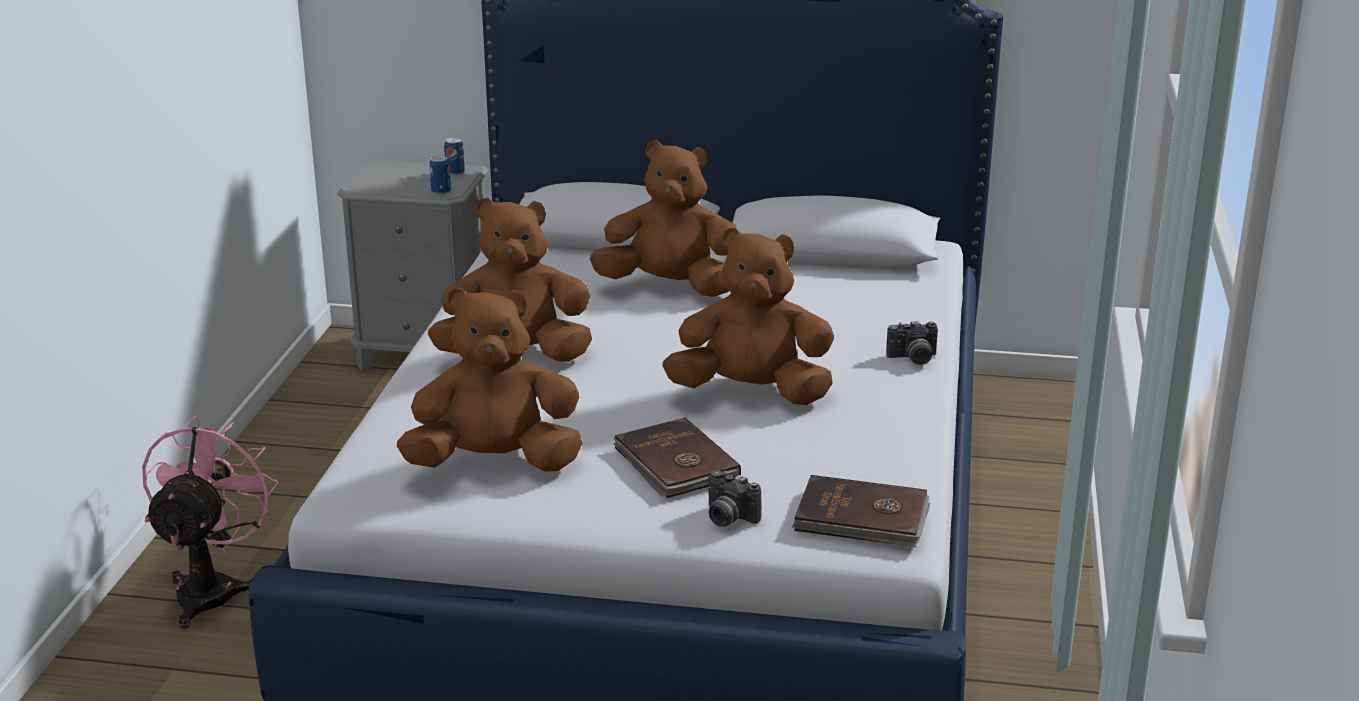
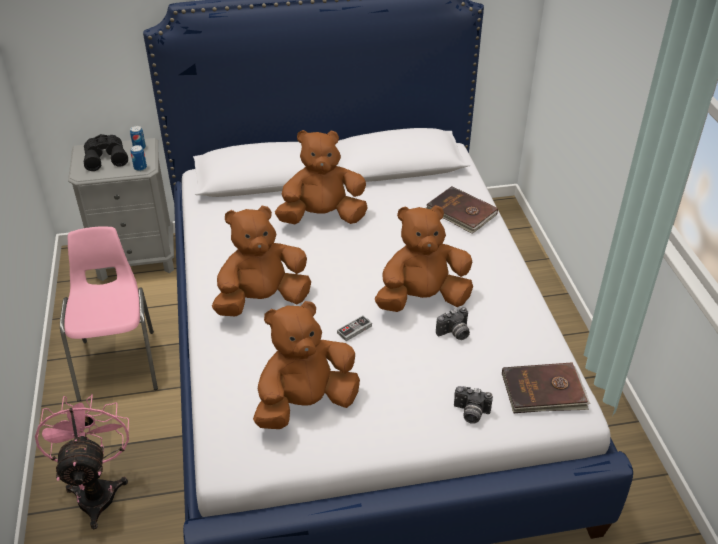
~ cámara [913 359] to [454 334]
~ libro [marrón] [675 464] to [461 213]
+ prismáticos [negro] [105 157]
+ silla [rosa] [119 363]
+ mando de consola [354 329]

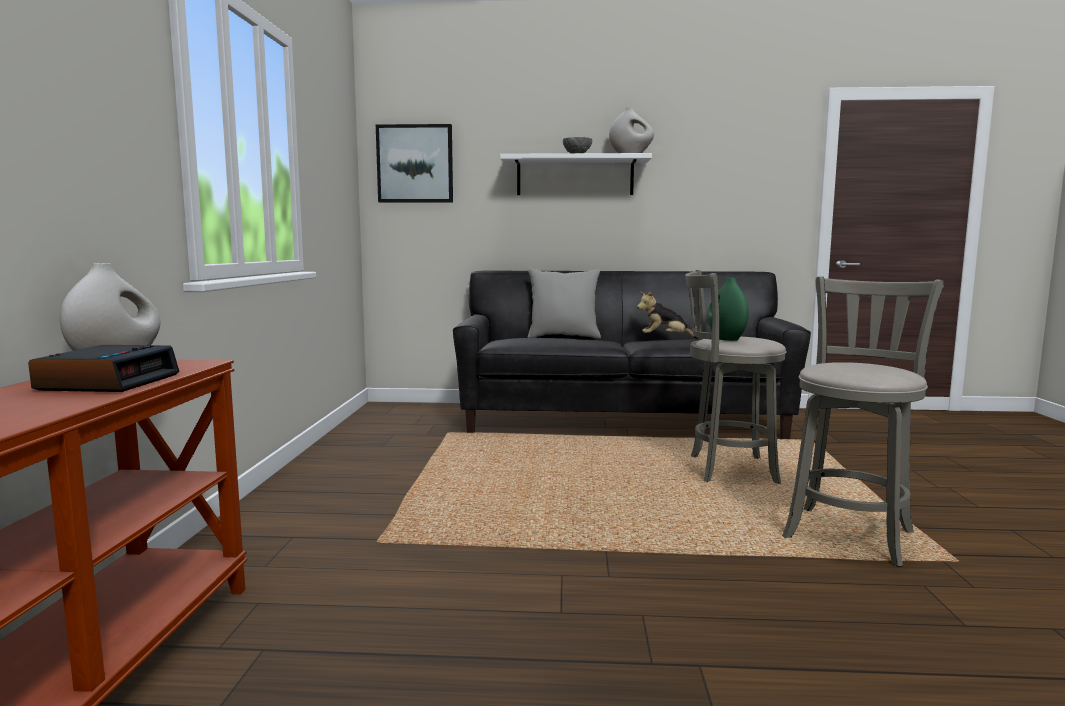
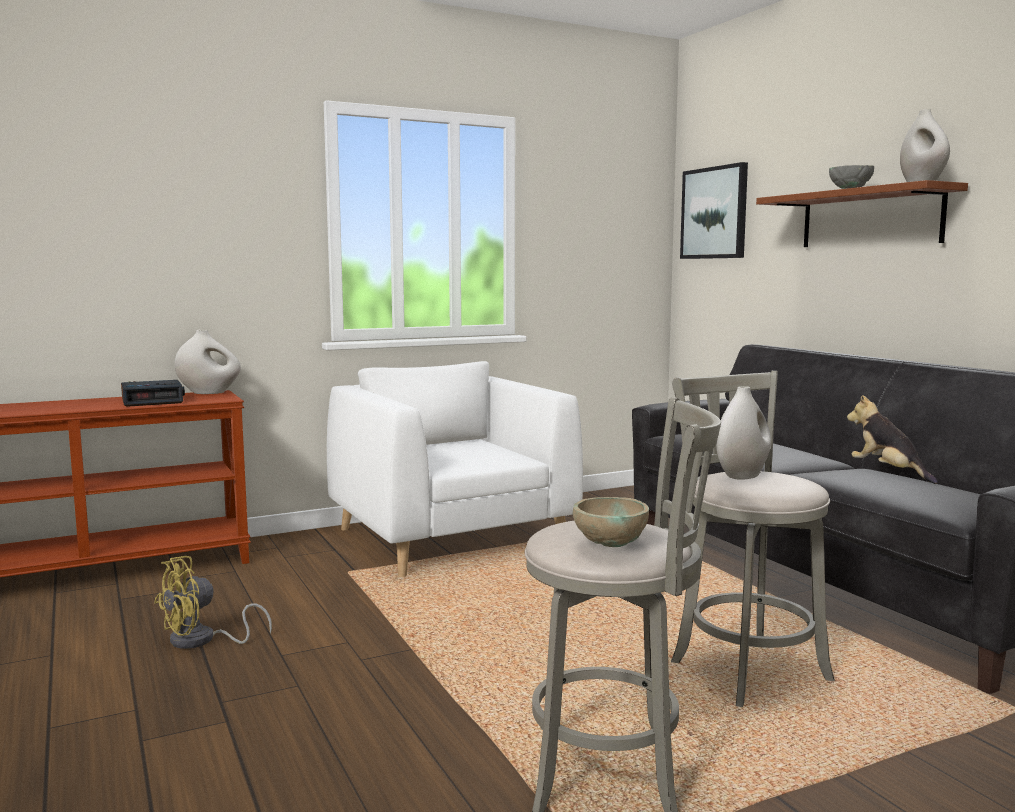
~ estante [blanco] [575 176] to estante [marrón] [870 218]
- cojín [gris] [563 337]
~ florero [verde] [726 339] to florero [blanco] [742 475]
+ sillón [blanco] [451 538]
+ cuenco [beis] [609 545]
+ ventilador [amarillo] [202 641]

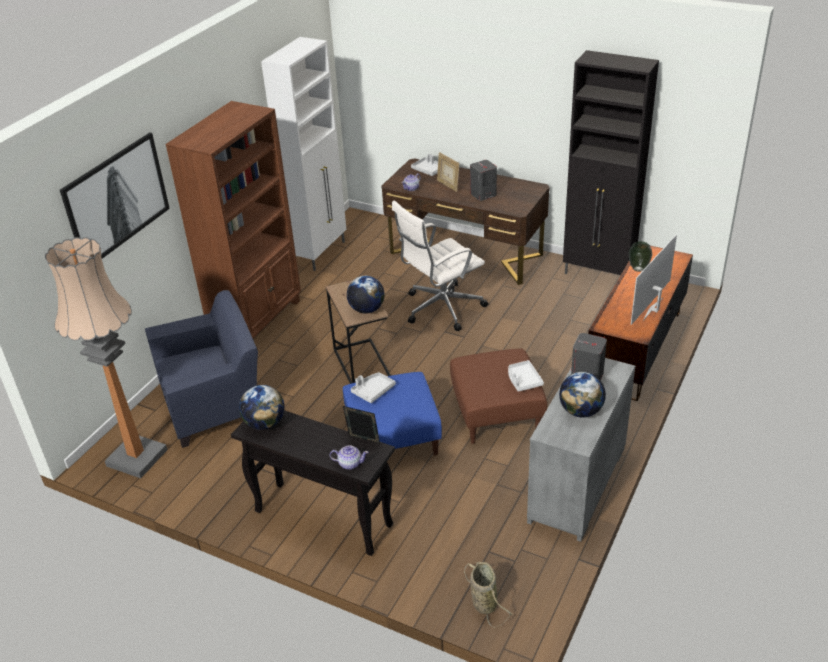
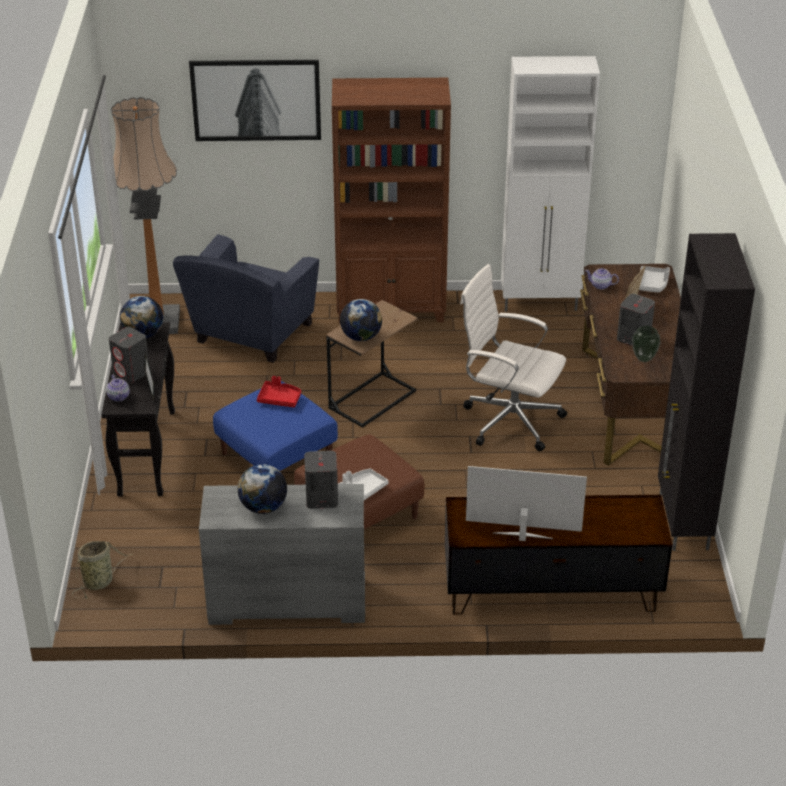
~ florero [638 269] to [643 359]
~ sillón [azul] [215 406] = [250 335] 75 degrees clockwise
~ bandeja [gris] [373 391] to bandeja [rojo] [279 399]
+ altavoz [gris] [131 372]

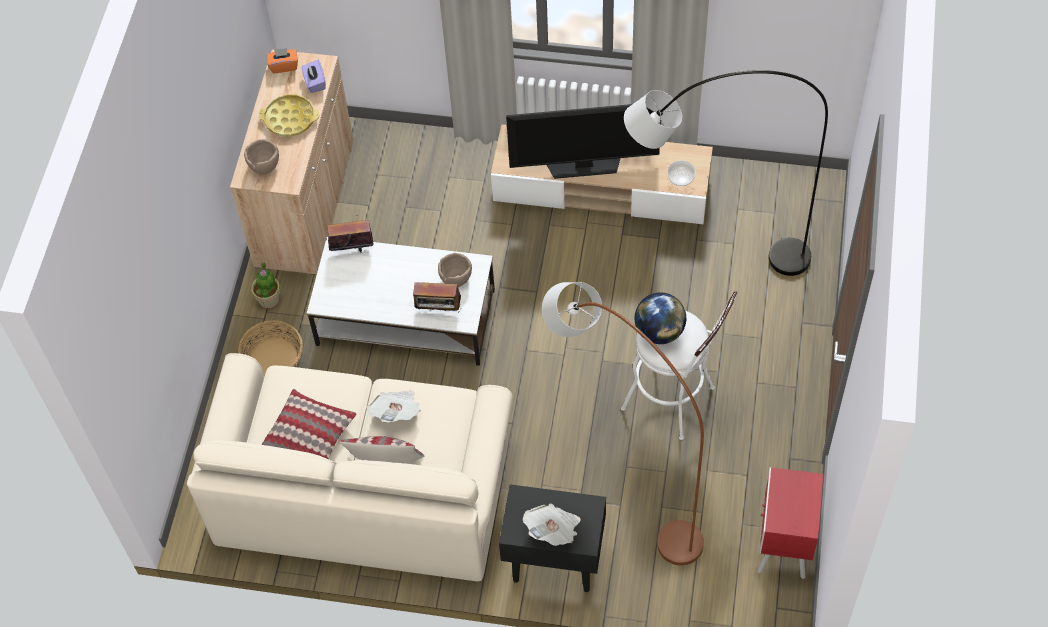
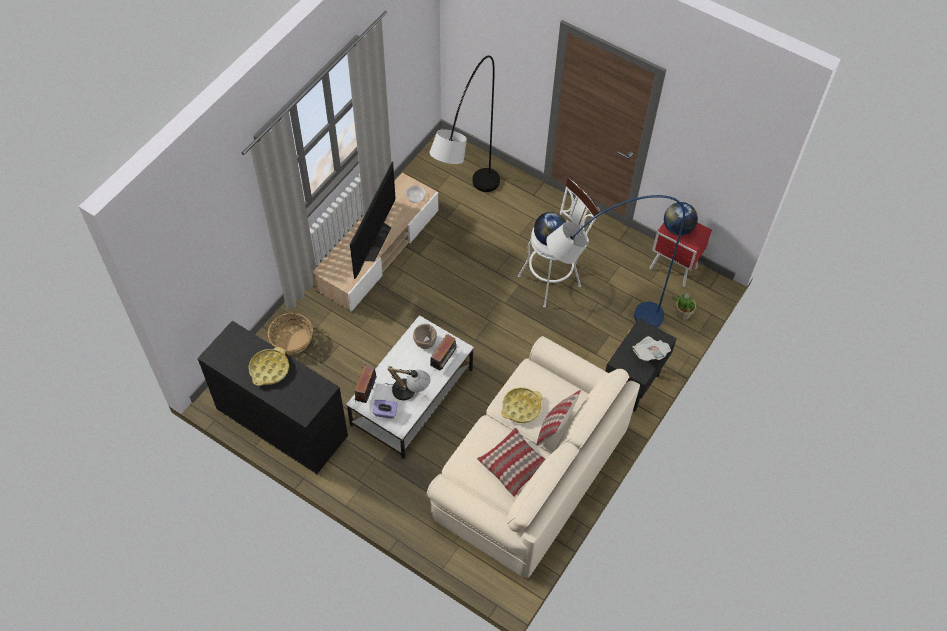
- caja de pañuelos [naranja] [284 66]
~ armario [beis] [305 204] to armario [negro] [282 423]
~ caja de pañuelos [morado] [315 82] to [385 413]
- cuenco [marrón] [264 165]
~ planta en maceta [269 299] to [683 313]
~ lámpara de pie [marrón] [620 485] to lámpara de pie [azul] [596 329]
~ cesta [273 358] to [291 340]
~ periódico [396 412] to bandeja [amarillo] [521 407]
+ globo terráqueo [677 228]
+ lámpara de mesa [410 392]

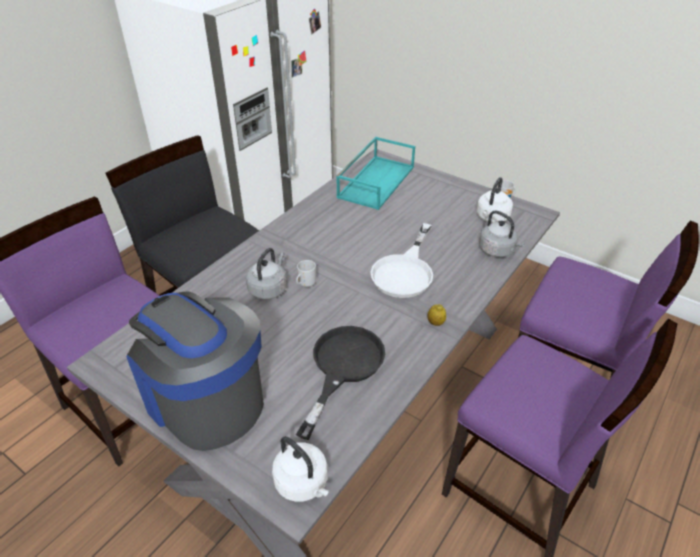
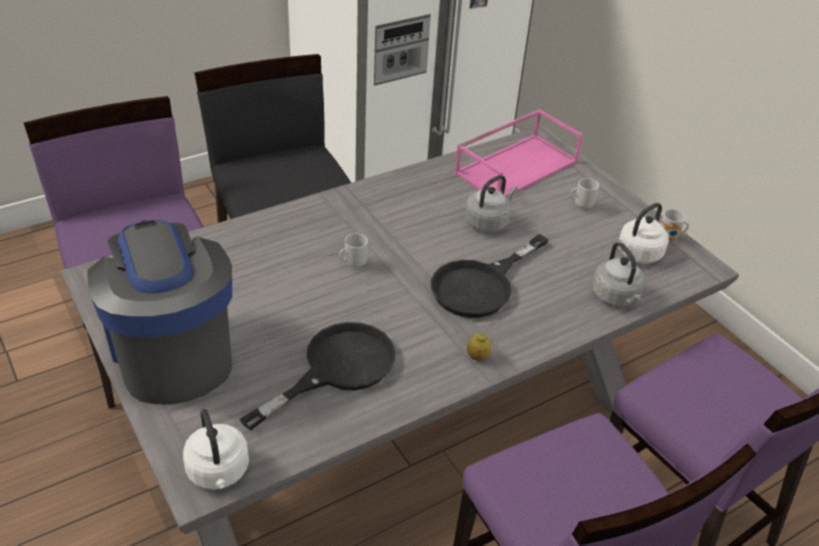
~ bandeja [turquesa] [376 181] to bandeja [rosa] [516 166]
~ sartén [blanco] [405 271] to sartén [negro] [481 285]
~ hervidor [gris] [269 288] to [488 222]
+ taza grande [581 205]

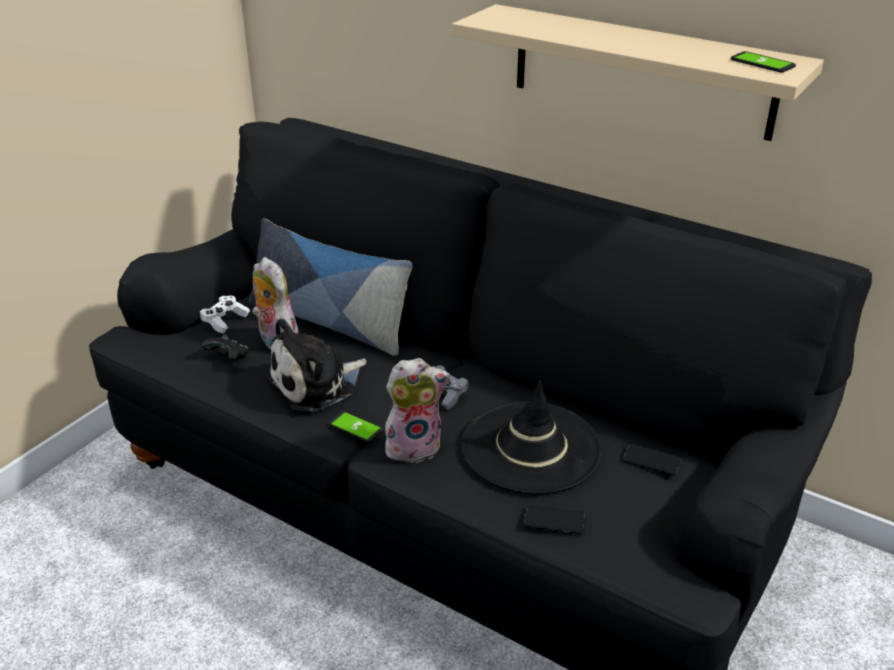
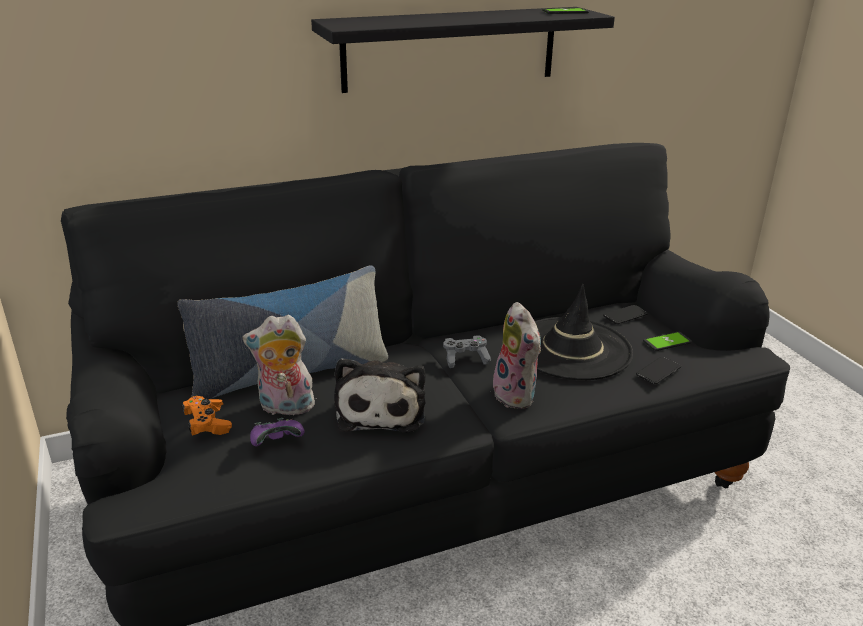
~ estante [beis] [641 71] to estante [negro] [451 48]
~ mando de consola [blanco] [225 320] to mando de consola [naranja] [207 424]
~ mando de consola [negro] [229 358] to mando de consola [morado] [277 442]
~ peluche [414 446] = [517 395] 135 degrees clockwise
~ móvil [355 427] to [667 342]

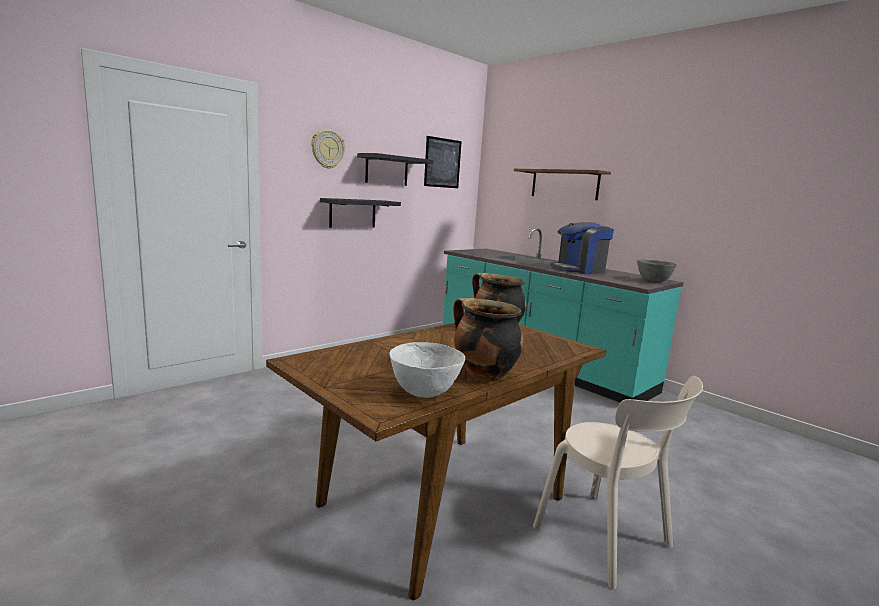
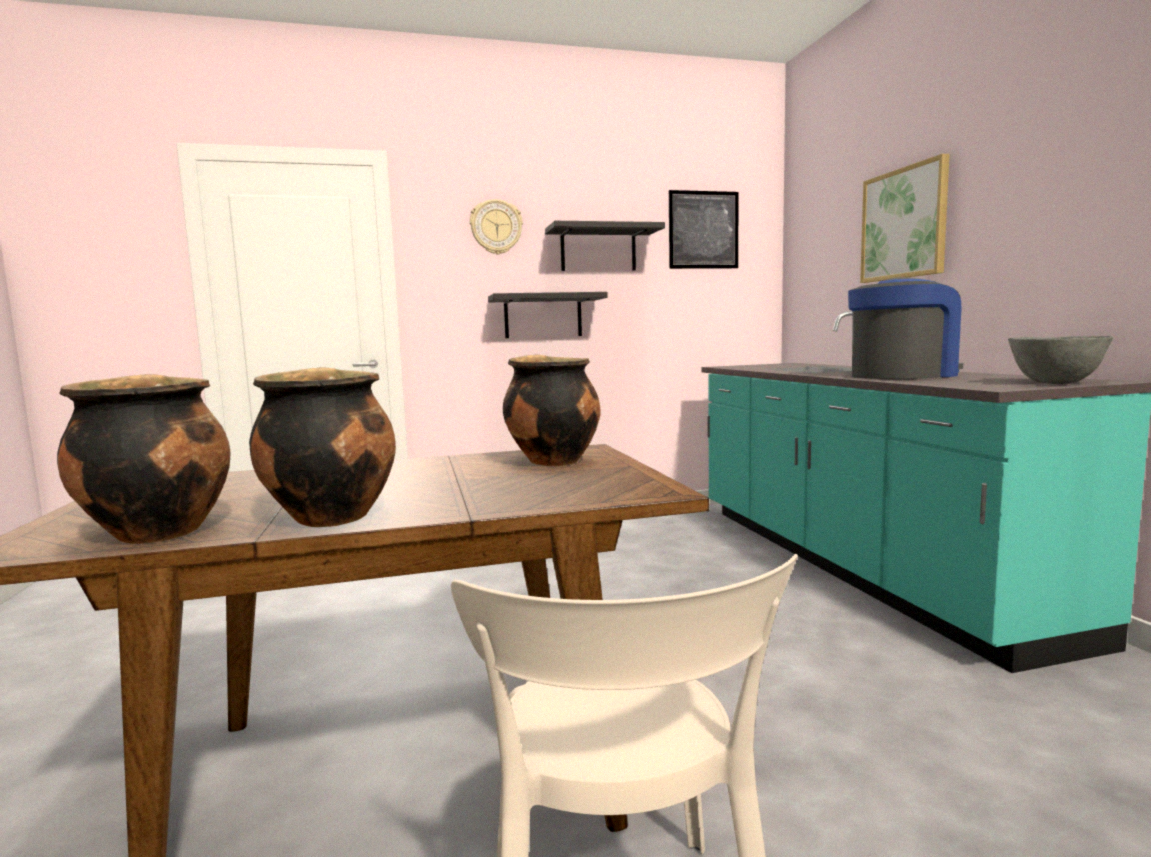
~ estante [marrón] [564 184] to cuadro [904 224]
~ cafetera [579 270] = [903 375] 150 degrees clockwise
~ cuenco [blanco] [424 393] to olla [157 532]

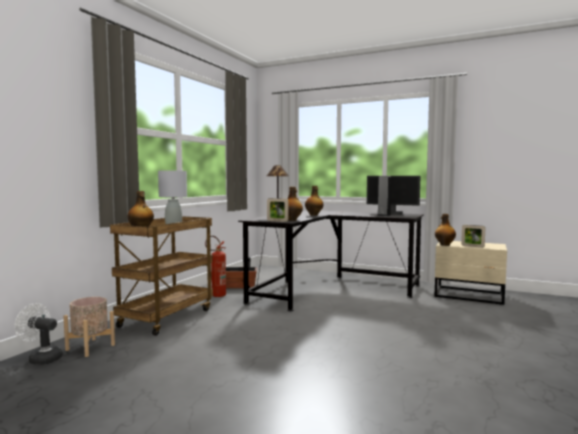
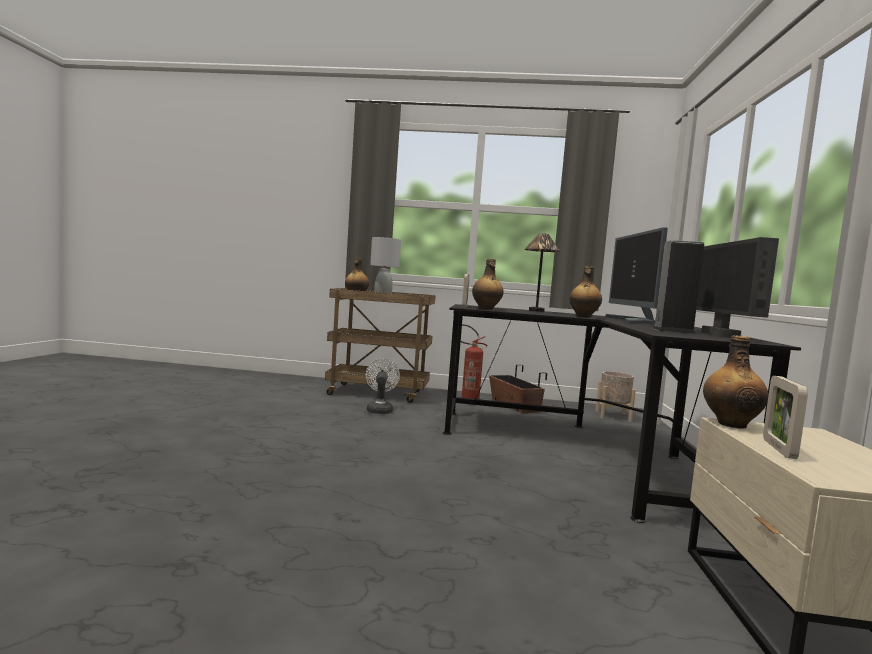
~ maceta [beis] [90 347] to [612 416]
~ ventilador [blanco] [41 358] to [379 409]
+ monitor [632 321]

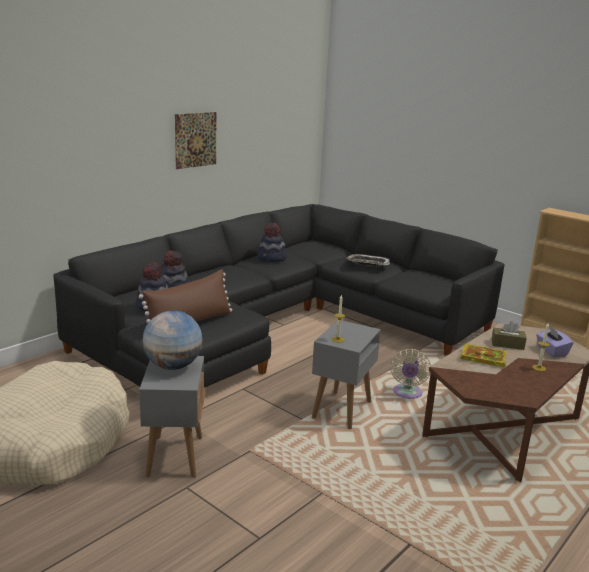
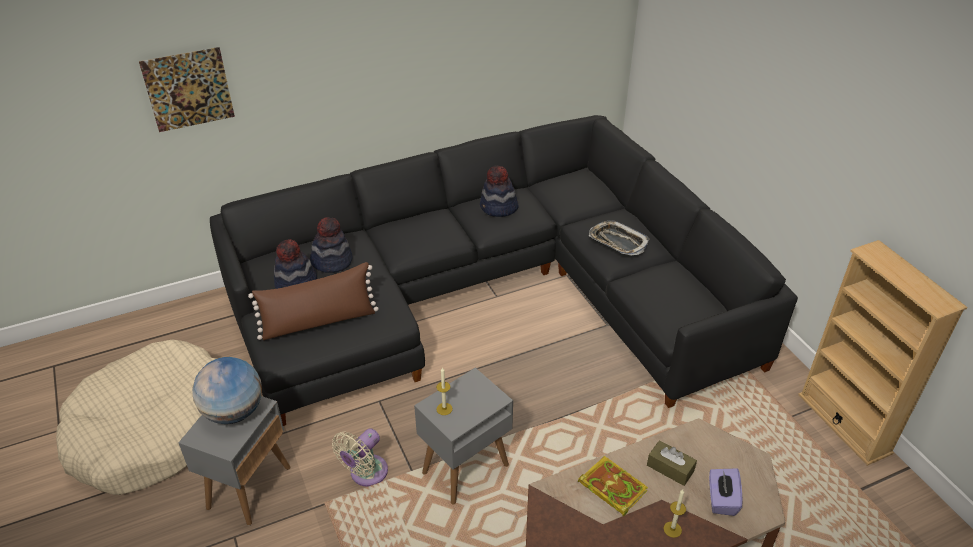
~ cuadro [195 140] to [188 89]
~ ventilador [beis] [407 394] to [365 473]

